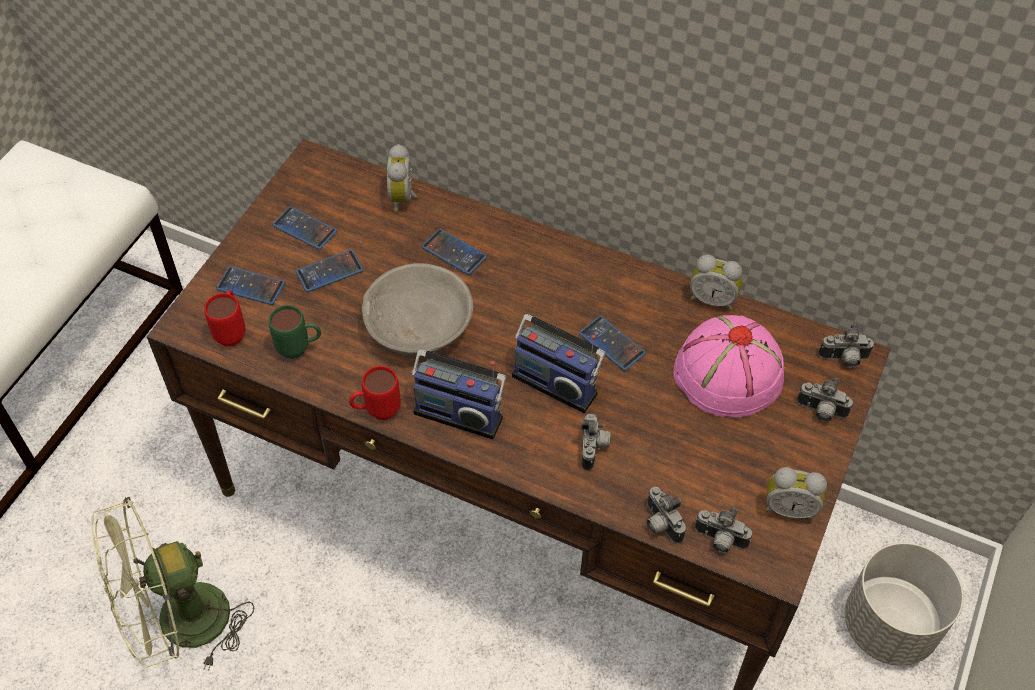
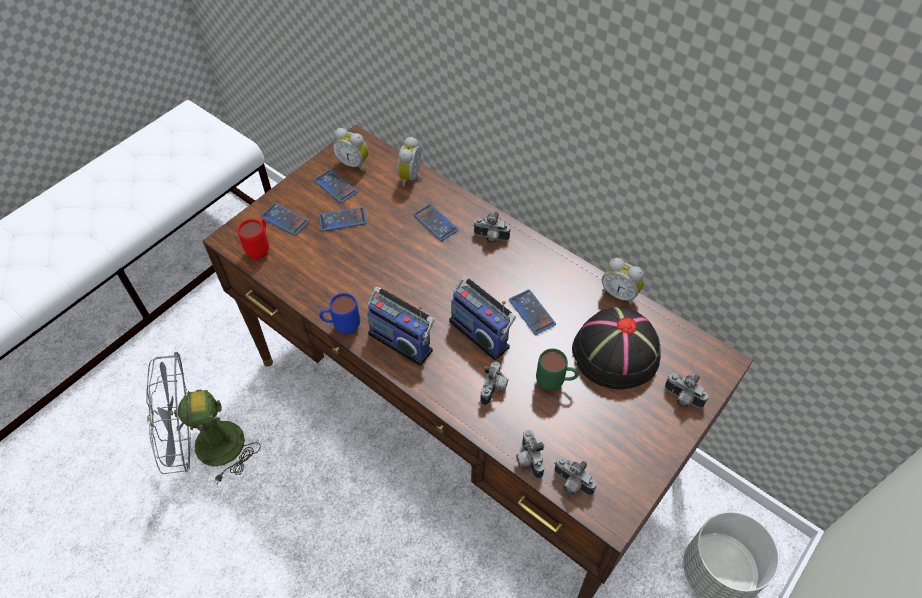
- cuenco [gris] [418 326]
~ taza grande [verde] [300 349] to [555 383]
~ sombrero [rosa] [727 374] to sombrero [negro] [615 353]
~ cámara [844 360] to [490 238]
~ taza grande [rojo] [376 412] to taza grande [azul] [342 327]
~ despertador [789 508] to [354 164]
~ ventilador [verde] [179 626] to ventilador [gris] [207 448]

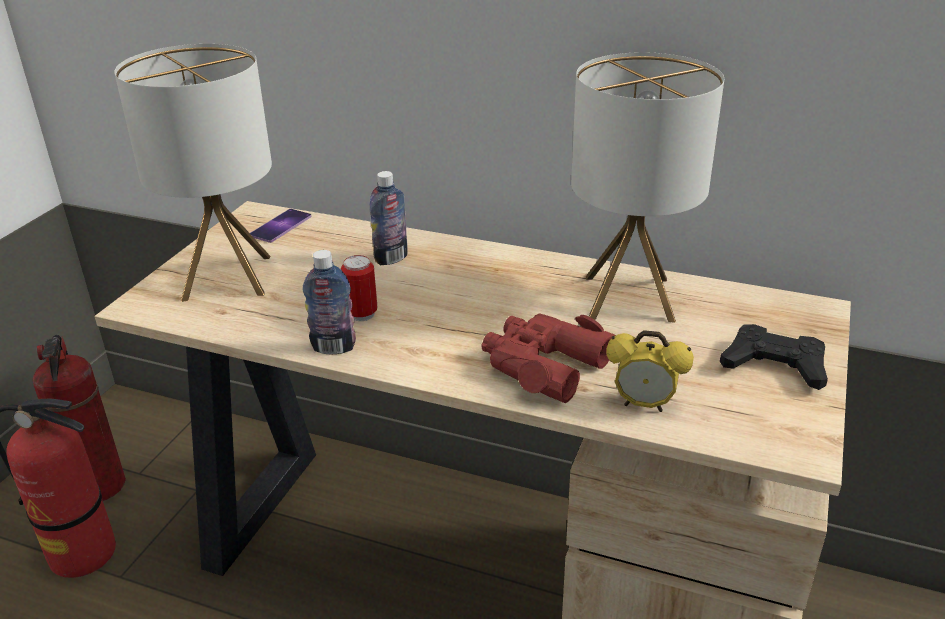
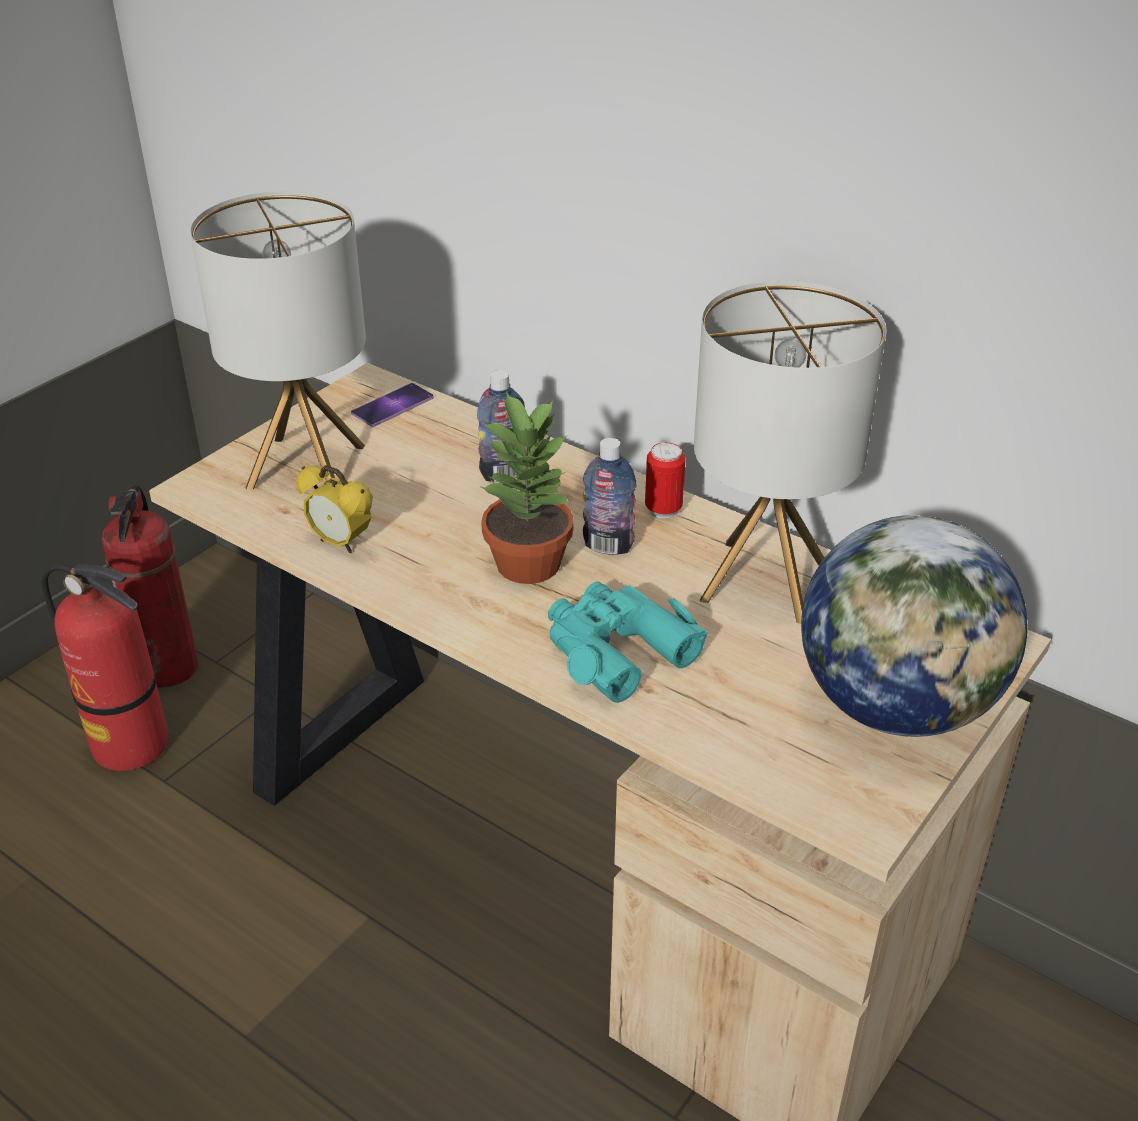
~ botella [333 347] to [608 546]
~ lata [361 314] to [663 510]
~ prismáticos [rojo] [543 365] to prismáticos [turquesa] [616 649]
~ mando de consola [negro] [774 365] to globo terráqueo [897 706]
~ despertador [644 404] to [340 543]
+ planta en maceta [529 563]

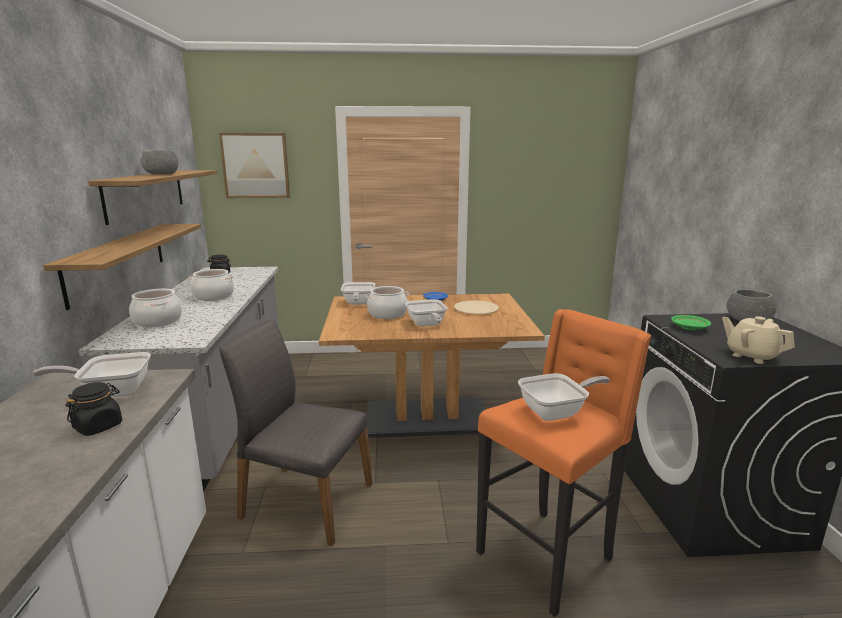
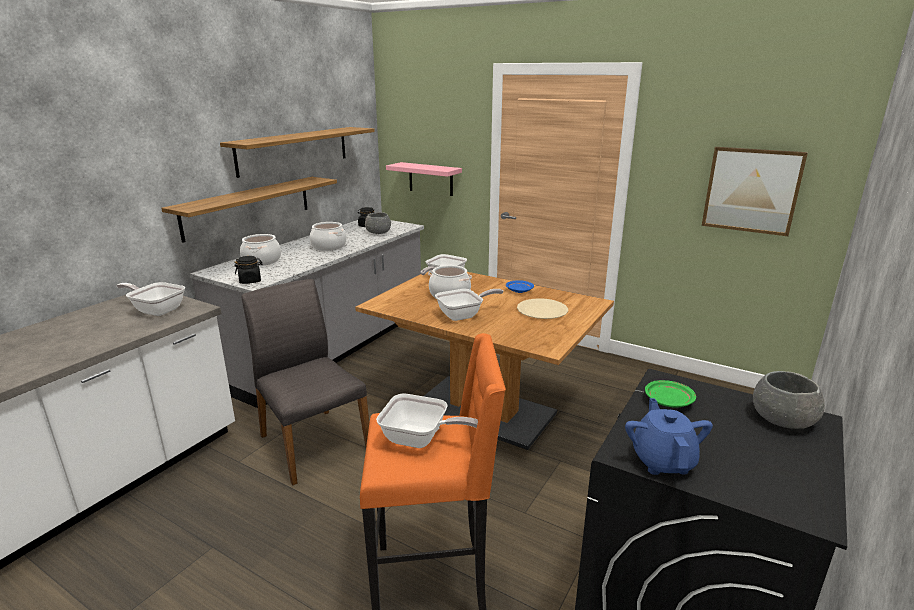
~ cuadro [255 165] to [751 190]
~ cuenco [gris] [161 174] to [378 232]
~ sartén [426 325] = [464 315] 135 degrees counterclockwise
~ tetera [beis] [751 356] to tetera [azul] [662 461]
~ tarro [negro] [98 426] to [250 281]
+ estante [rosa] [430 179]

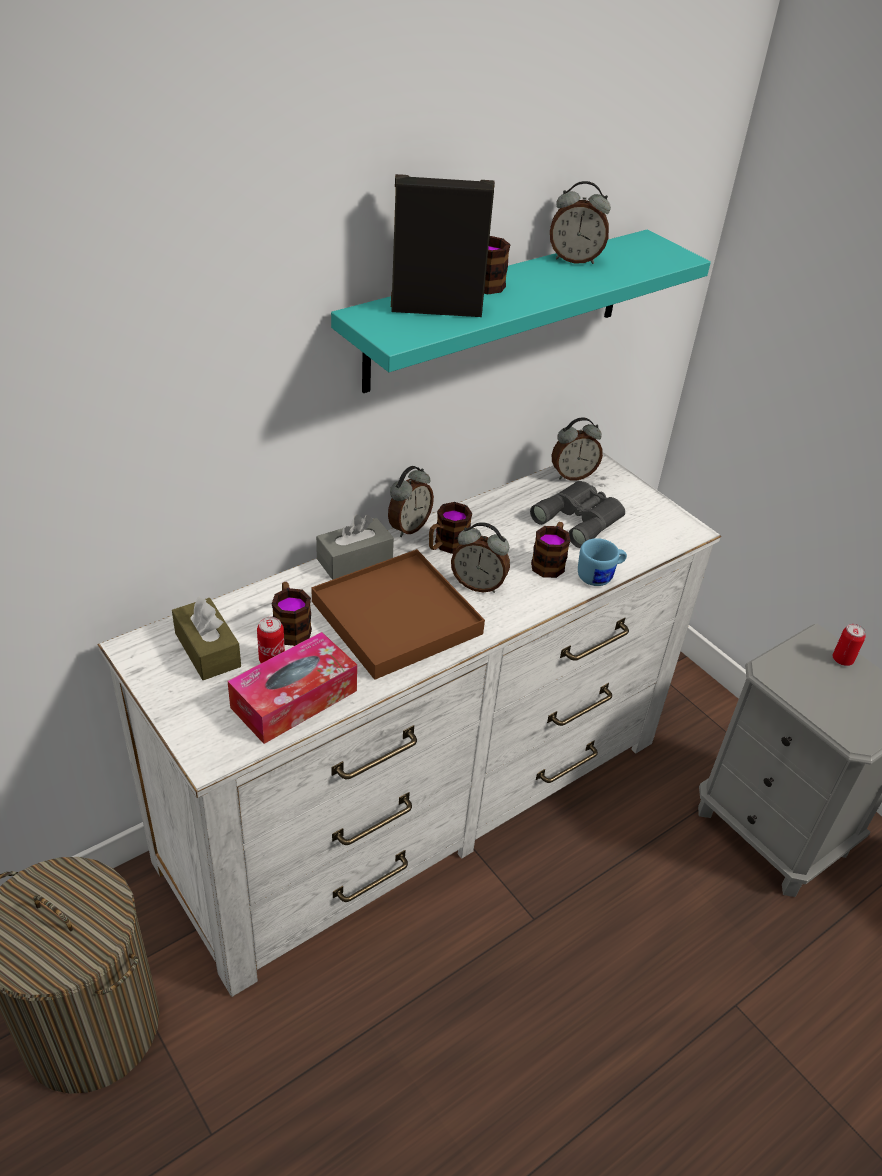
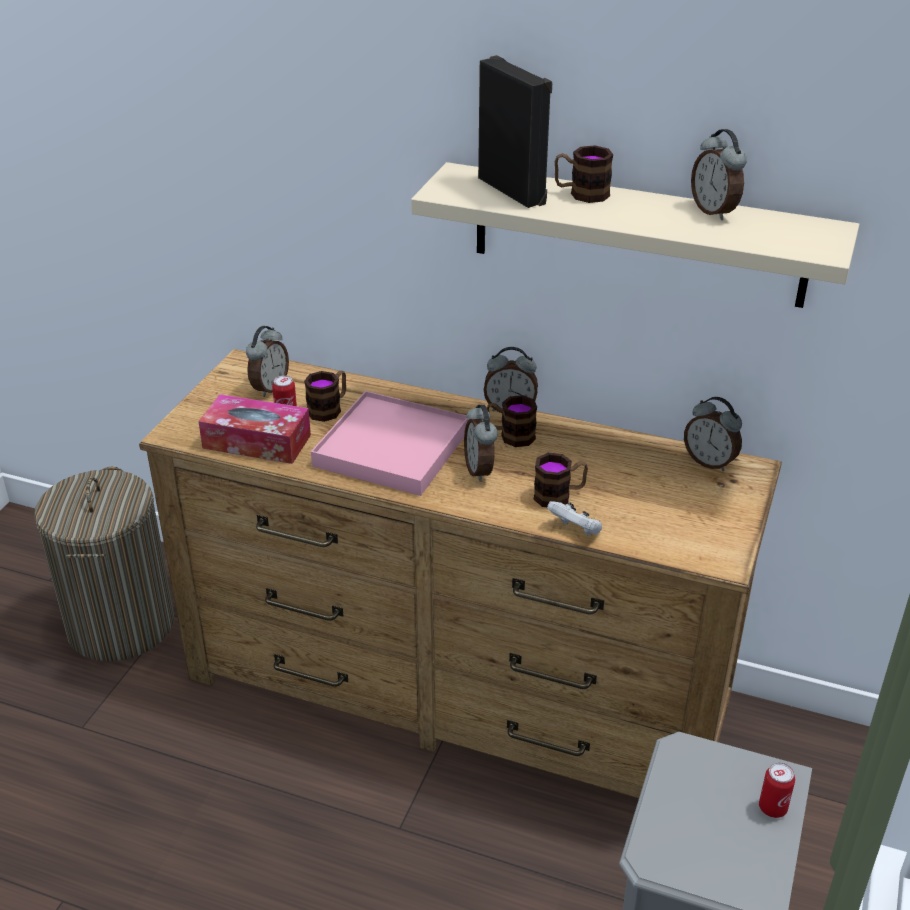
~ estante [turquesa] [499 309] to estante [beis] [638 235]
~ cómoda [blanco] [420 799] to cómoda [marrón] [457 690]
- prismáticos [gris] [581 518]
- caja de pañuelos [gris] [354 559]
~ taza grande [azul] [600 576] to mando de consola [blanco] [576 530]
~ bandeja [marrón] [397 618] to bandeja [rosa] [392 448]
~ caja de pañuelos [marrón] [207 650] to despertador [269 388]

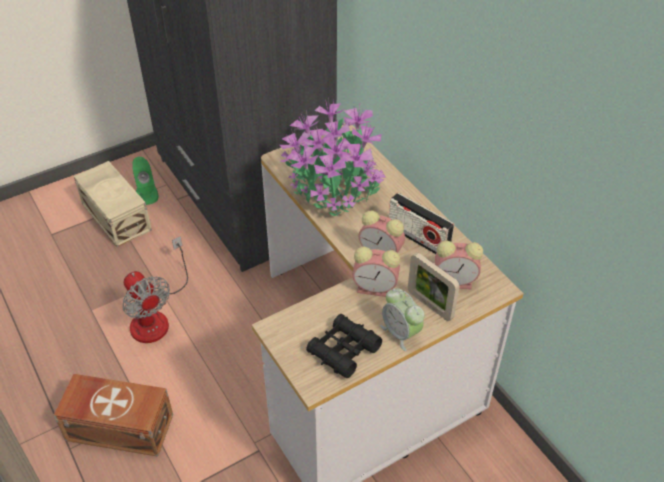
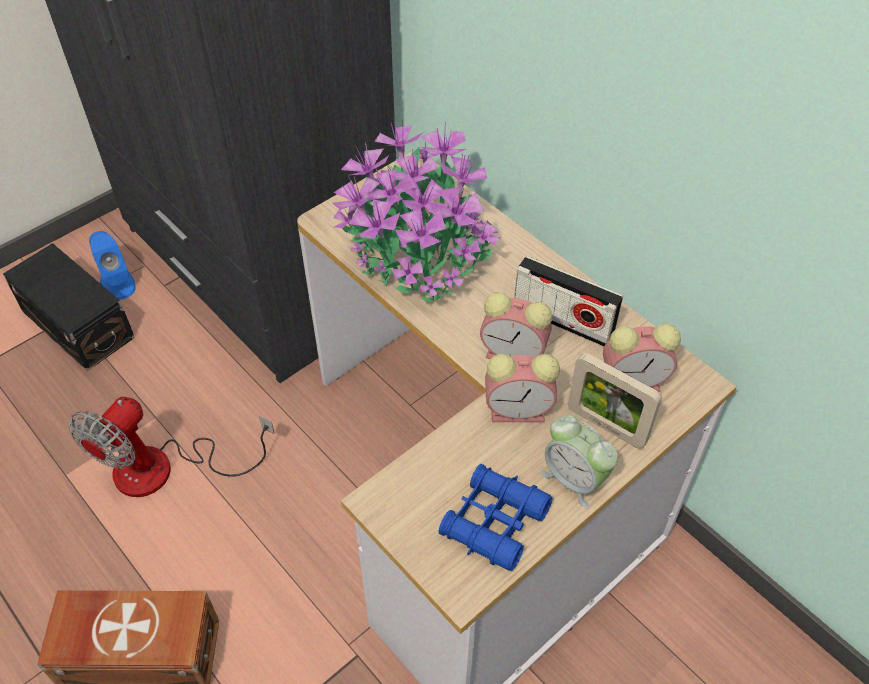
~ altavoz [verde] [147 194] to altavoz [azul] [117 283]
~ caja de almacenaje [beis] [117 215] to caja de almacenaje [negro] [78 322]
~ ventilador [156 316] = [165 469] 75 degrees clockwise
~ prismáticos [negro] [343 350] to prismáticos [azul] [494 522]

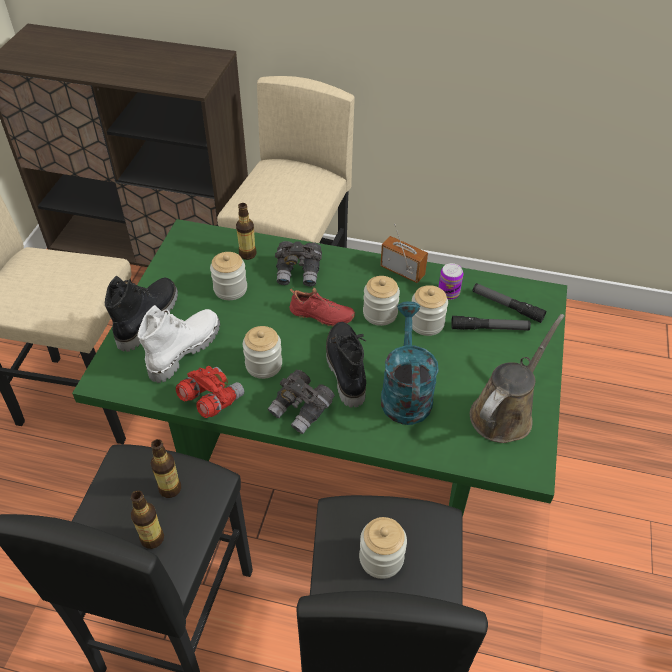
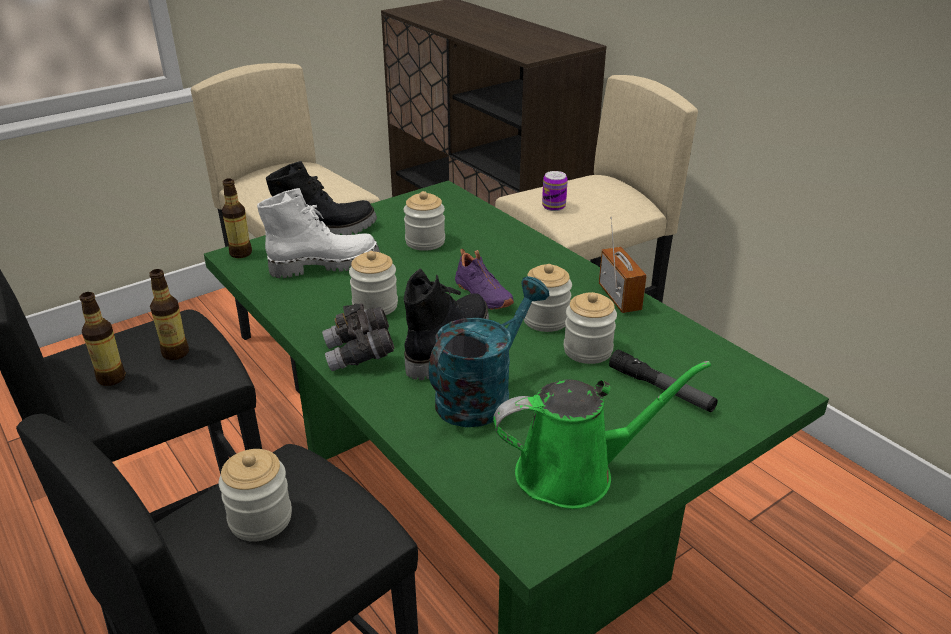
~ botella [247 254] to [240 253]
- prismáticos [gris] [299 272]
~ lata [448 292] to [553 206]
- linterna [507 306]
~ zapato [rojo] [321 316] to zapato [morado] [481 295]
~ regadera [marrón] [504 413] to regadera [verde] [574 472]
- prismáticos [rojo] [211 399]

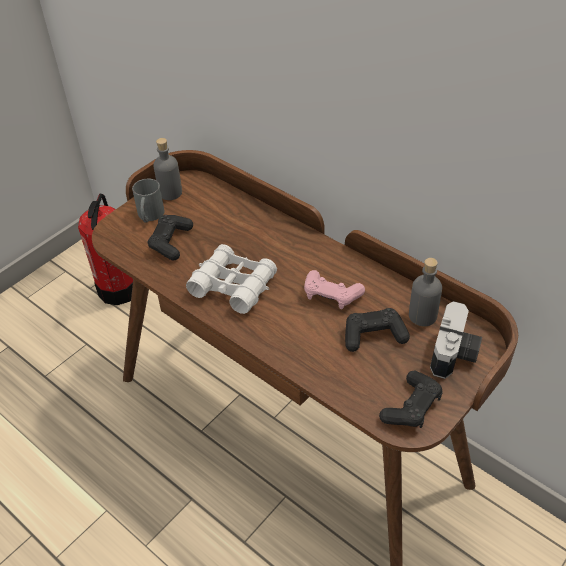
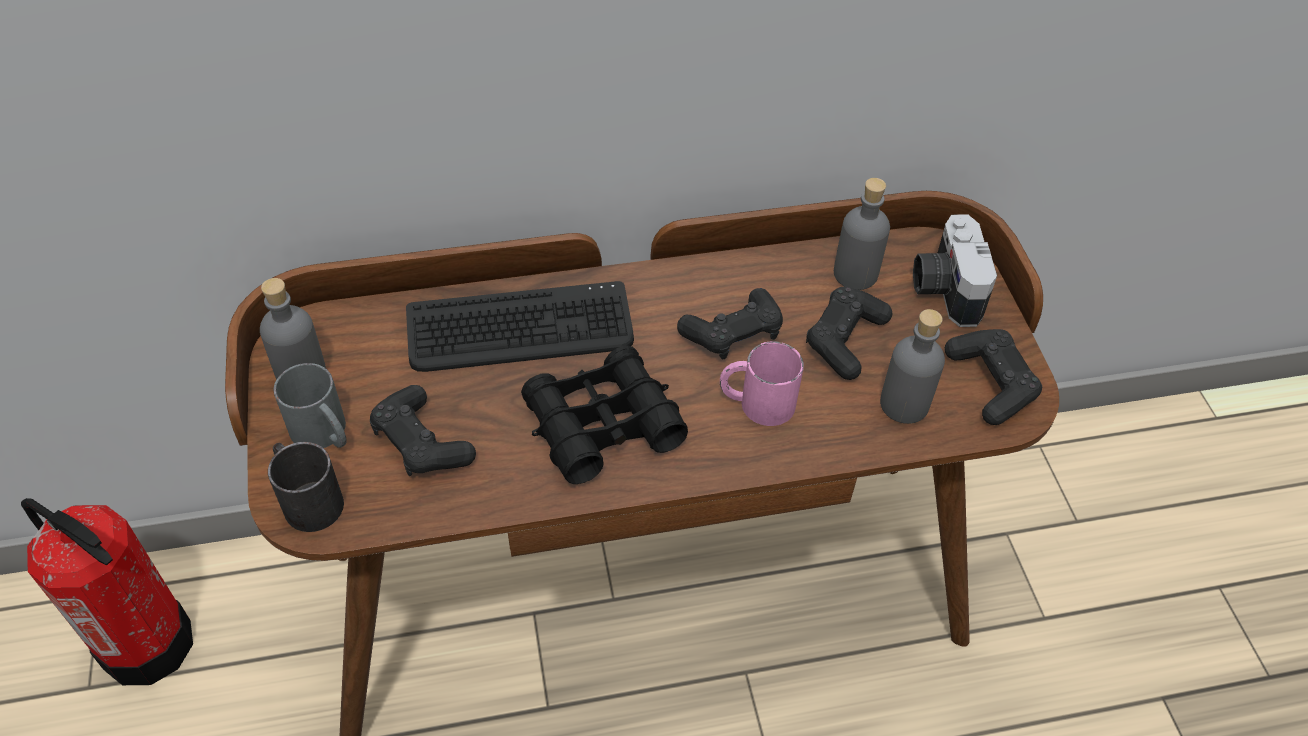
~ prismáticos [blanco] [233 285] to prismáticos [negro] [602 425]
~ mando de consola [rosa] [331 295] to mando de consola [negro] [733 333]
~ cámara [455 354] = [943 288] 150 degrees counterclockwise
+ teclado [520 330]
+ botella [gris] [904 404]
+ taza grande [rosa] [756 403]
+ taza grande [negro] [307 498]

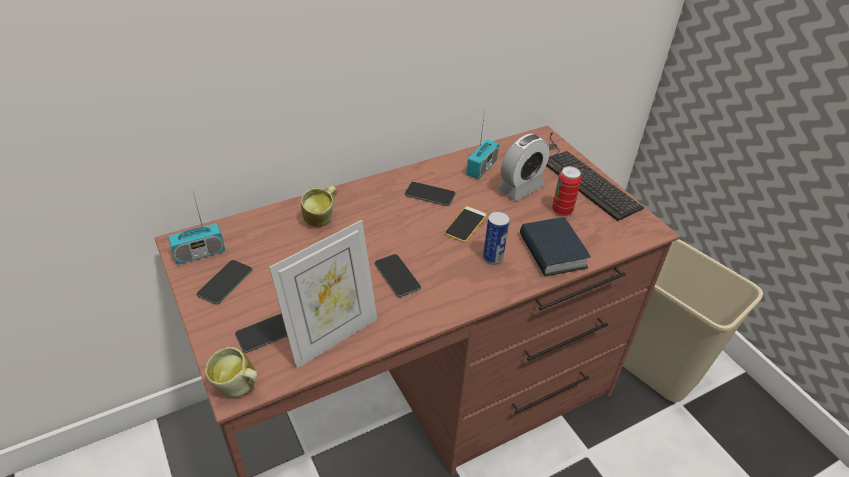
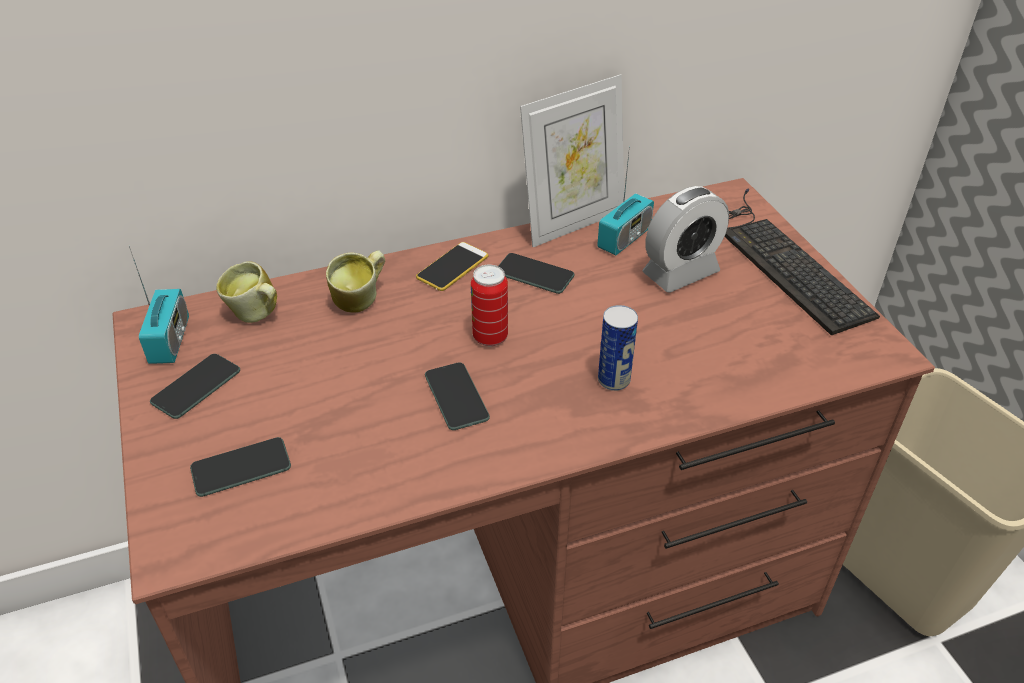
~ lata [562 211] to [490 337]
~ radio [199 253] = [170 341] 75 degrees counterclockwise
~ móvil [465 224] to [452 267]
- libro [552 252]
~ portarretratos [332 336] to [572 223]
~ taza grande [238 389] to [256 316]

